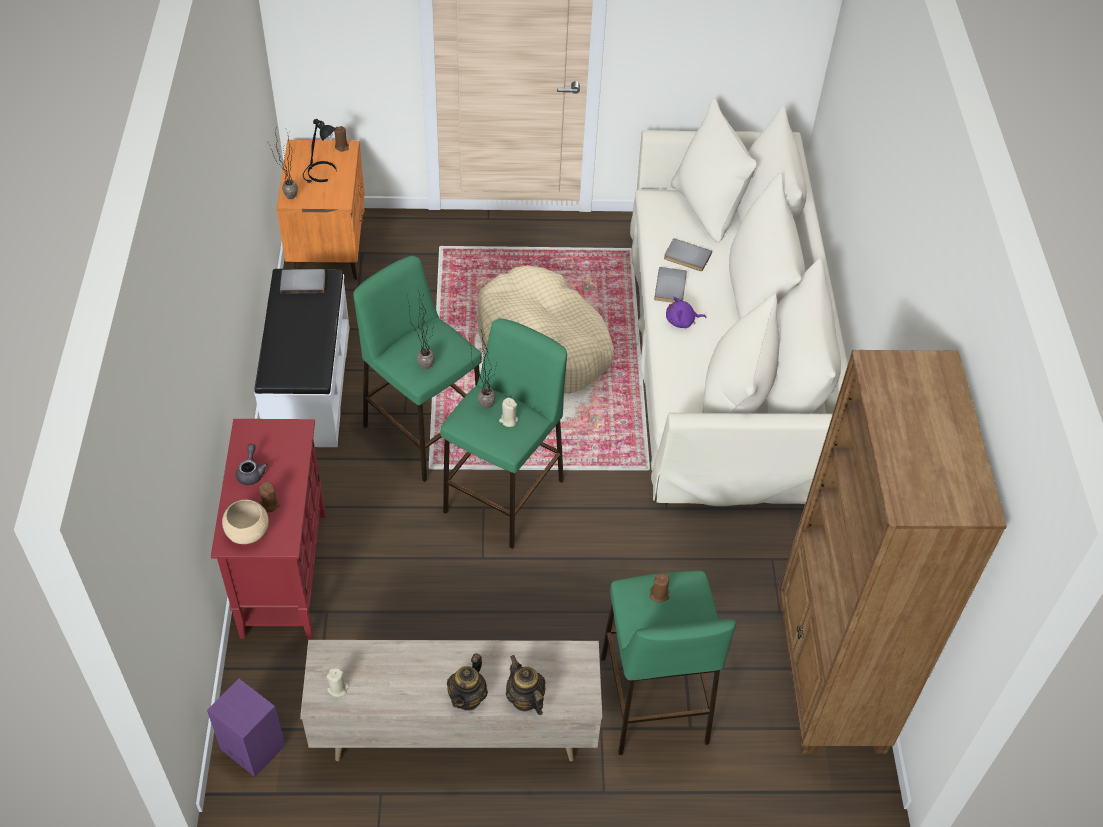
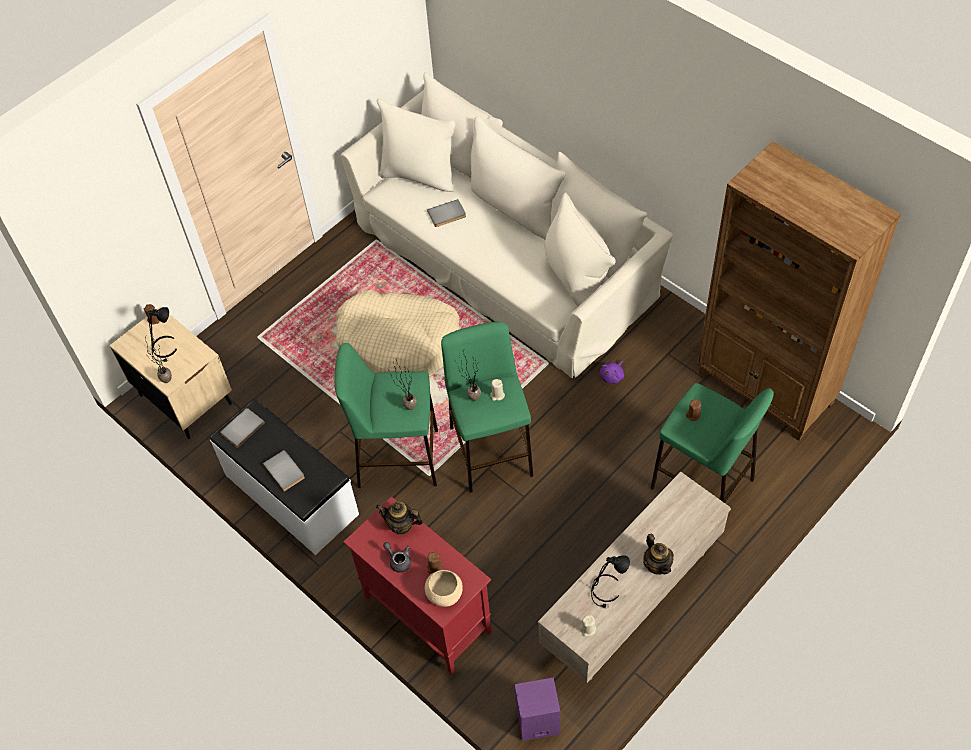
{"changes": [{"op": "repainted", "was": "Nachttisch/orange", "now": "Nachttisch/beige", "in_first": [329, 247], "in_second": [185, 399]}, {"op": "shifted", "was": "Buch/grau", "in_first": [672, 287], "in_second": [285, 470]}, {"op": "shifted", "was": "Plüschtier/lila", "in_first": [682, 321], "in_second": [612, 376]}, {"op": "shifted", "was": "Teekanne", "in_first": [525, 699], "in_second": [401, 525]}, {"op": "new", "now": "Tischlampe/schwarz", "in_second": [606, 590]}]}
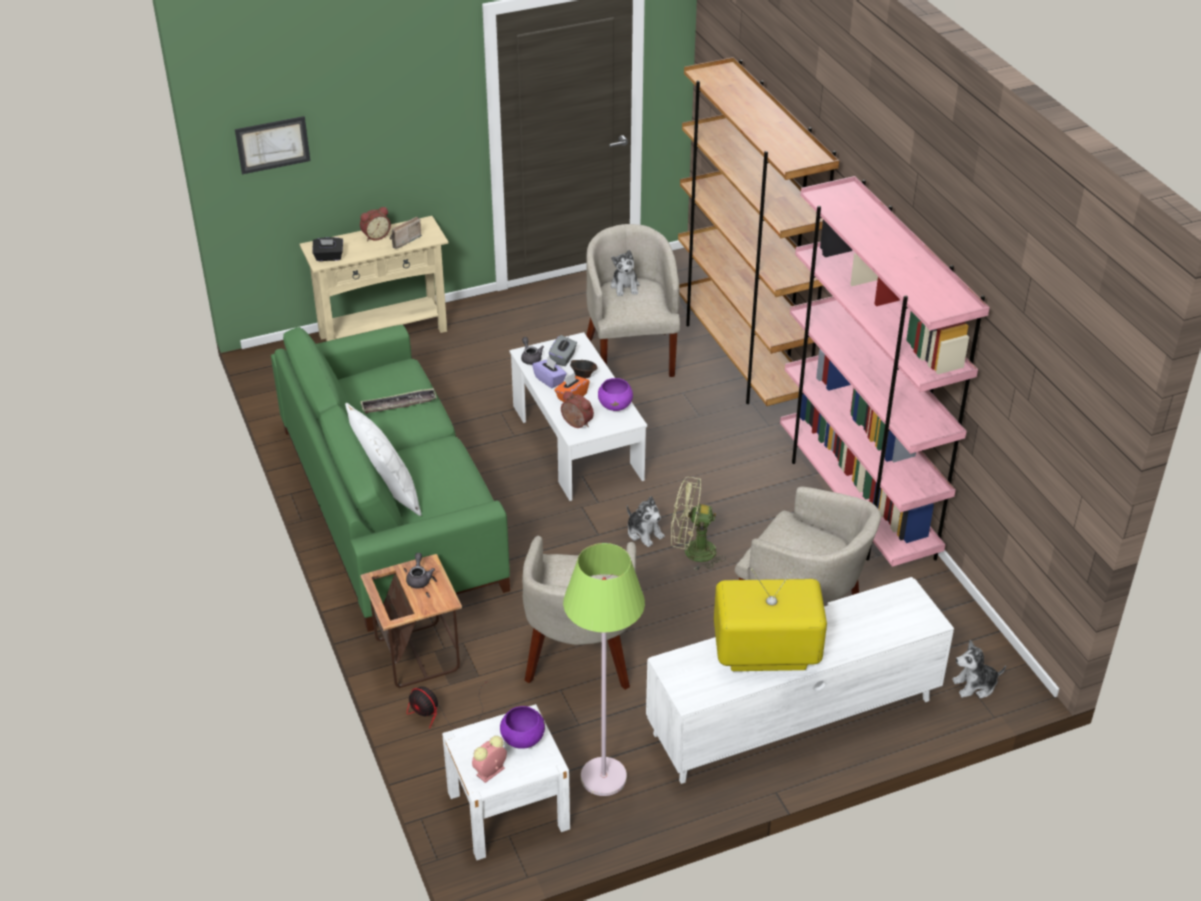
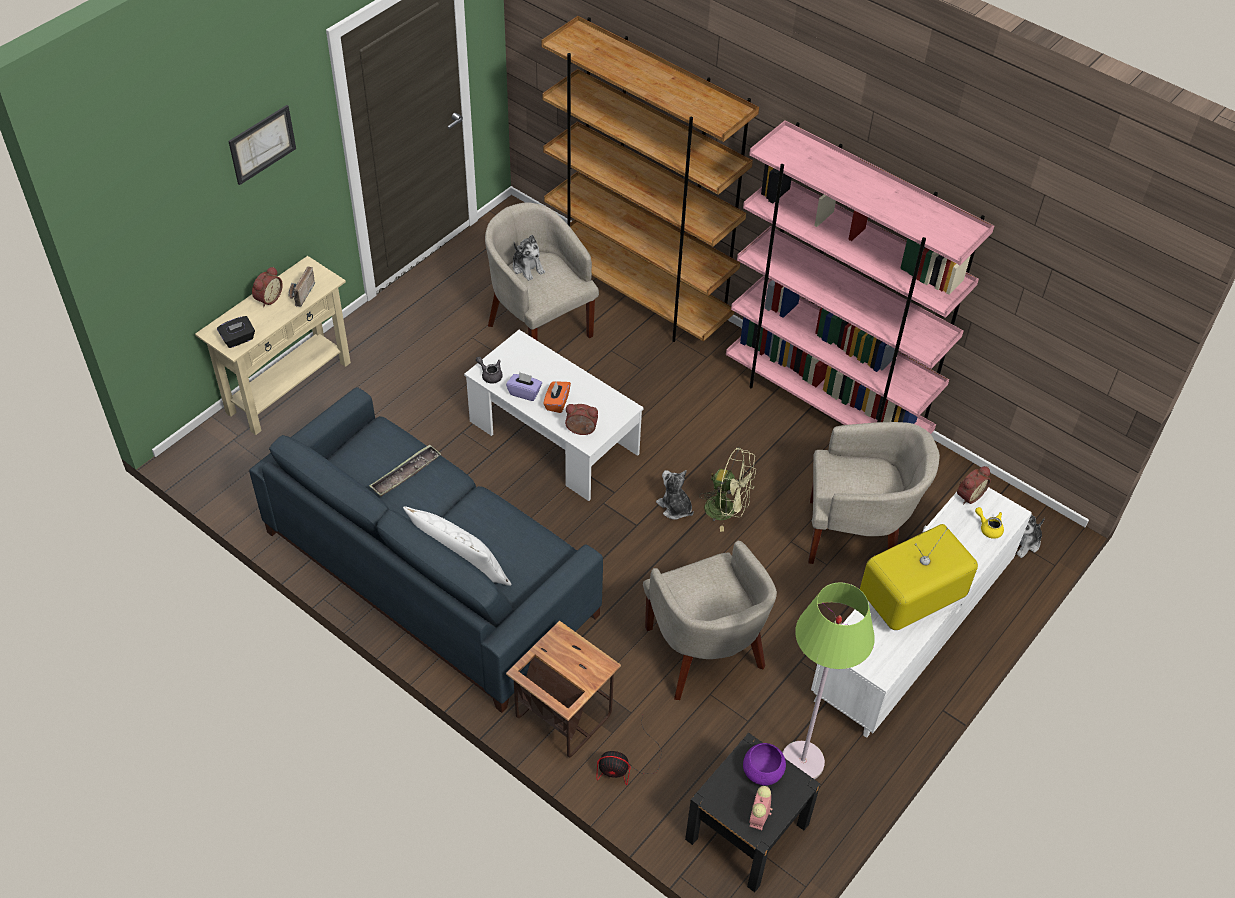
{"changes": [{"op": "shifted", "was": "Bild", "in_first": [272, 144], "in_second": [262, 144]}, {"op": "repainted", "was": "Sofa/grün", "now": "Sofa/blau", "in_first": [392, 505], "in_second": [431, 571]}, {"op": "gone", "was": "Taschentuchbox/grau", "in_first": [563, 358]}, {"op": "gone", "was": "Schüssel/braun", "in_first": [583, 375]}, {"op": "gone", "was": "Schüssel/lila", "in_first": [615, 405]}, {"op": "rotated", "was": "Ventilator/grün", "in_first": [692, 552], "in_second": [727, 510], "clockwise": -135}, {"op": "rotated", "was": "Plüschtier", "in_first": [644, 533], "in_second": [675, 507], "clockwise": -150}, {"op": "gone", "was": "Teekanne/grau", "in_first": [419, 578]}, {"op": "repainted", "was": "Nachttisch/weiß", "now": "Nachttisch/schwarz", "in_first": [508, 810], "in_second": [747, 831]}, {"op": "new", "now": "Wecker", "in_second": [968, 495]}, {"op": "new", "now": "Teekanne/gelb", "in_second": [988, 528]}]}
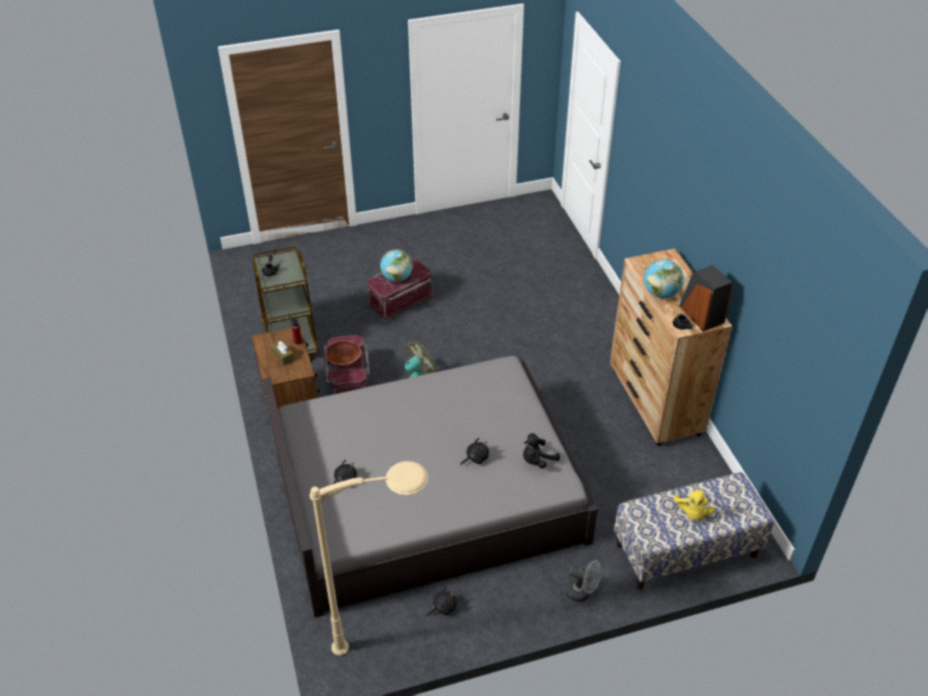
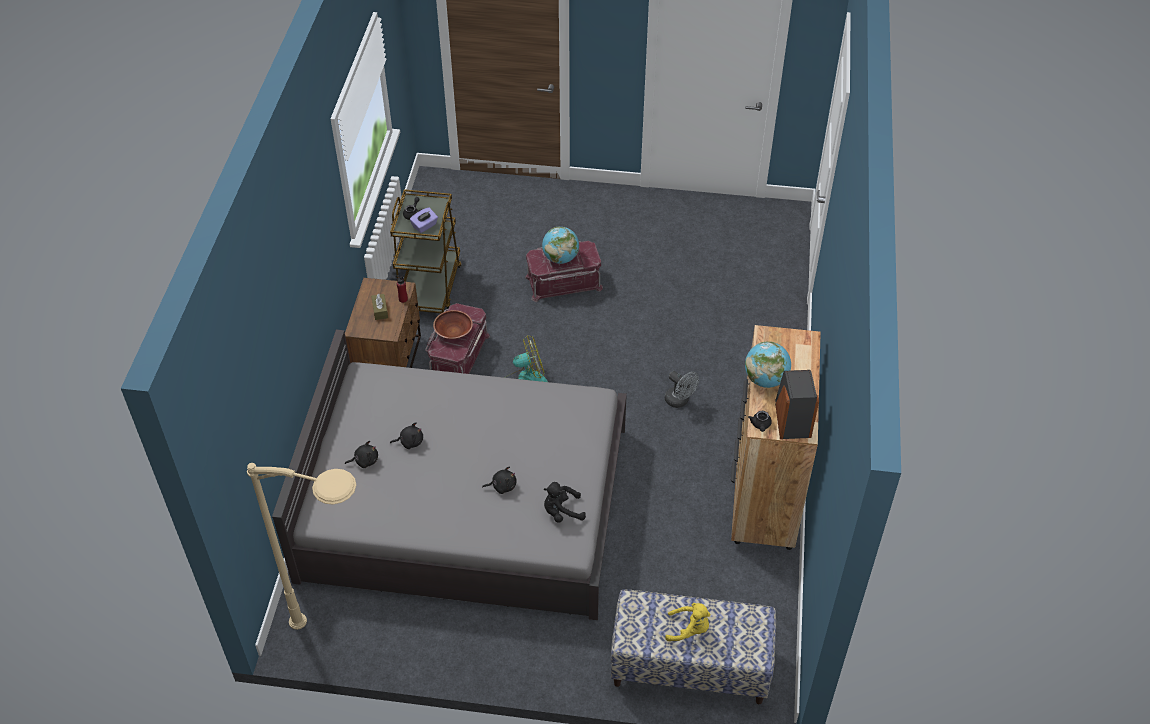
{"changes": [{"op": "rotated", "was": "Plüschtier/gelb", "in_first": [692, 513], "in_second": [689, 629], "clockwise": -105}, {"op": "shifted", "was": "Ventilator/grau", "in_first": [582, 592], "in_second": [680, 401]}, {"op": "shifted", "was": "Plüschtier/schwarz", "in_first": [443, 607], "in_second": [410, 442]}, {"op": "new", "now": "Taschentuchbox/lila", "in_second": [425, 226]}]}
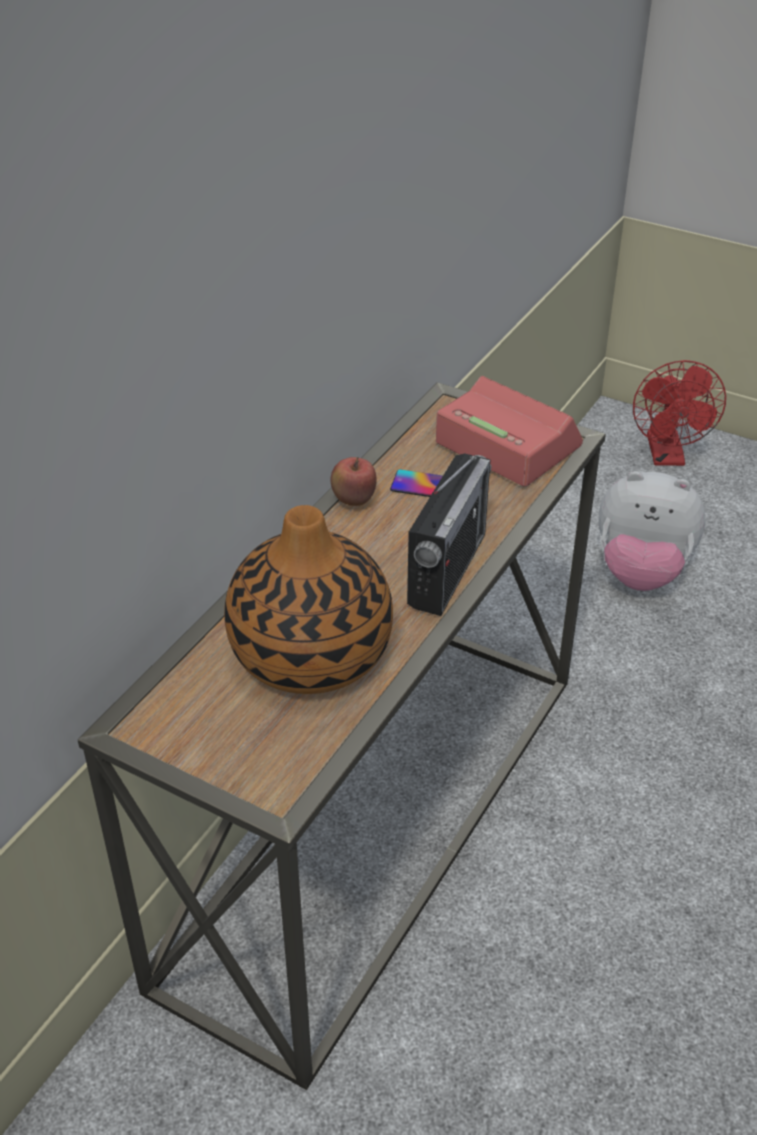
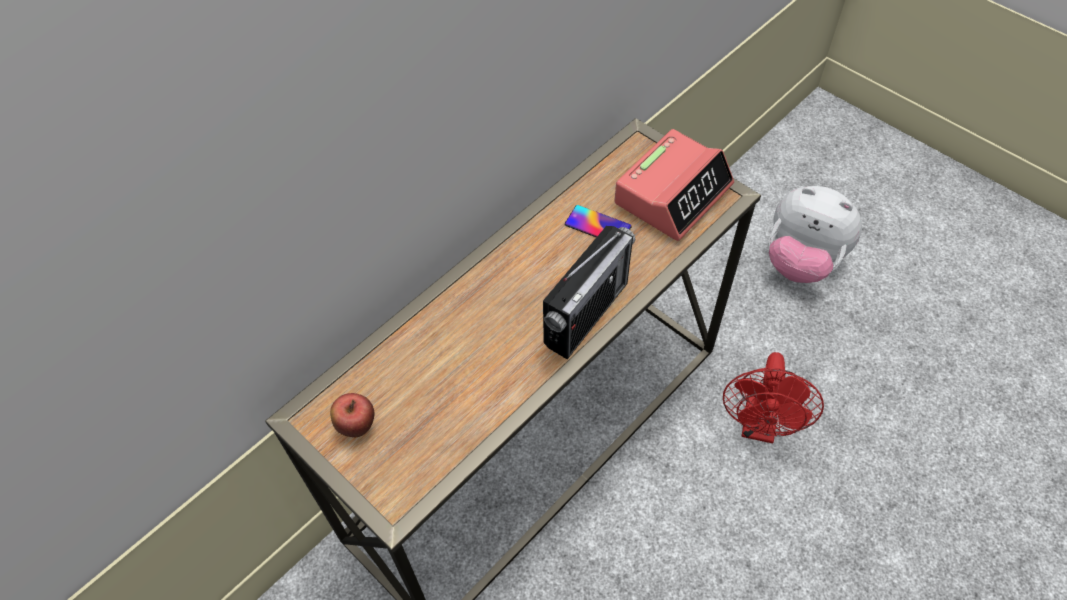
{"changes": [{"op": "shifted", "was": "Ventilator/rot", "in_first": [667, 457], "in_second": [759, 426]}, {"op": "rotated", "was": "Wecker", "in_first": [506, 445], "in_second": [673, 194], "clockwise": 75}, {"op": "shifted", "was": "Apfel", "in_first": [353, 501], "in_second": [356, 425]}, {"op": "gone", "was": "Vase", "in_first": [311, 654]}]}
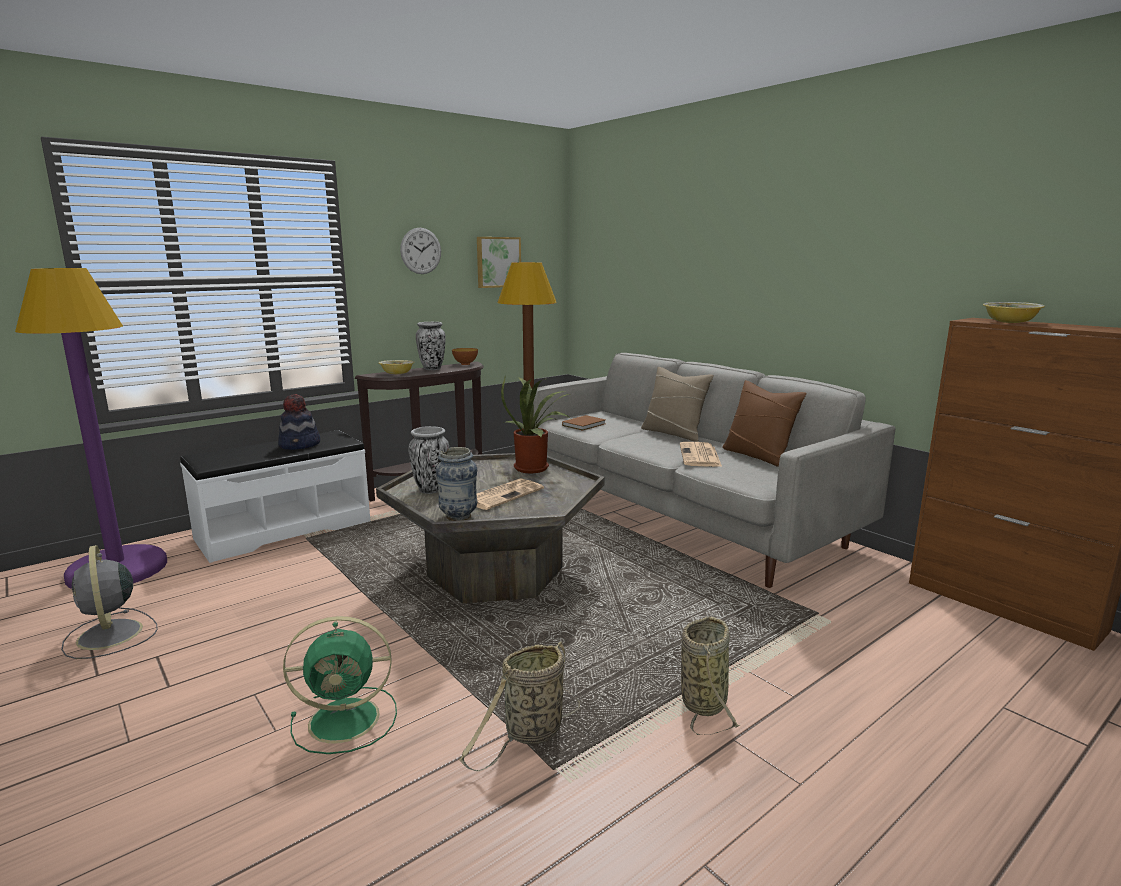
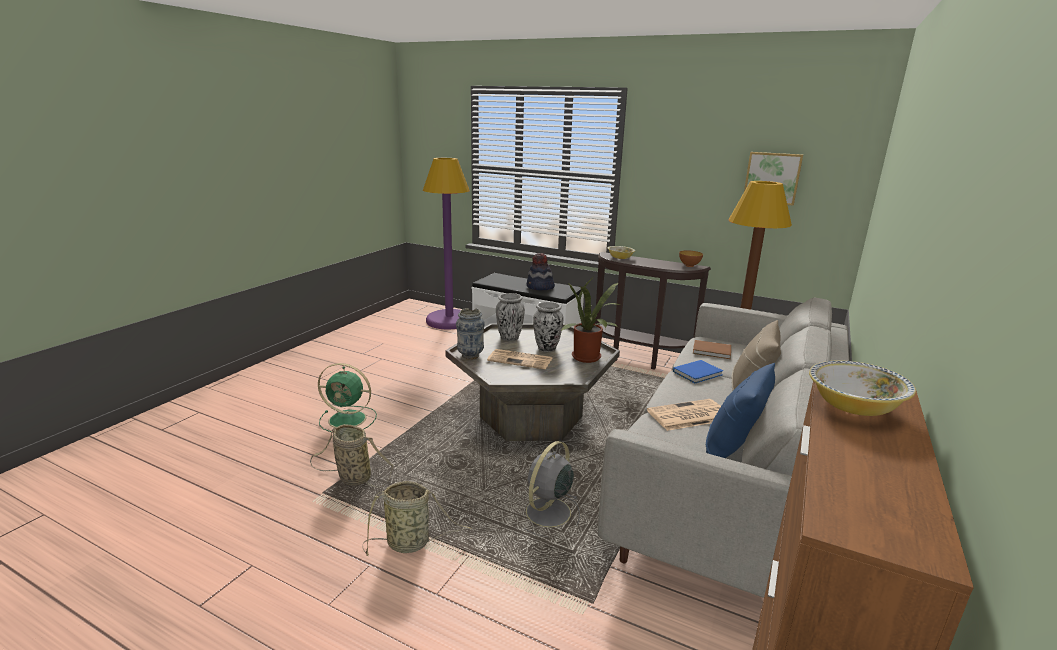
{"changes": [{"op": "gone", "was": "Wanduhr", "in_first": [421, 251]}, {"op": "shifted", "was": "Vase", "in_first": [432, 368], "in_second": [547, 348]}, {"op": "repainted", "was": "Kissen/braun", "now": "Kissen/blau", "in_first": [758, 456], "in_second": [732, 448]}, {"op": "shifted", "was": "Ventilator/grau", "in_first": [110, 636], "in_second": [547, 514]}, {"op": "rotated", "was": "Ventilator/grün", "in_first": [347, 719], "in_second": [349, 419], "clockwise": -45}, {"op": "new", "now": "Buch/blau", "in_second": [699, 373]}]}
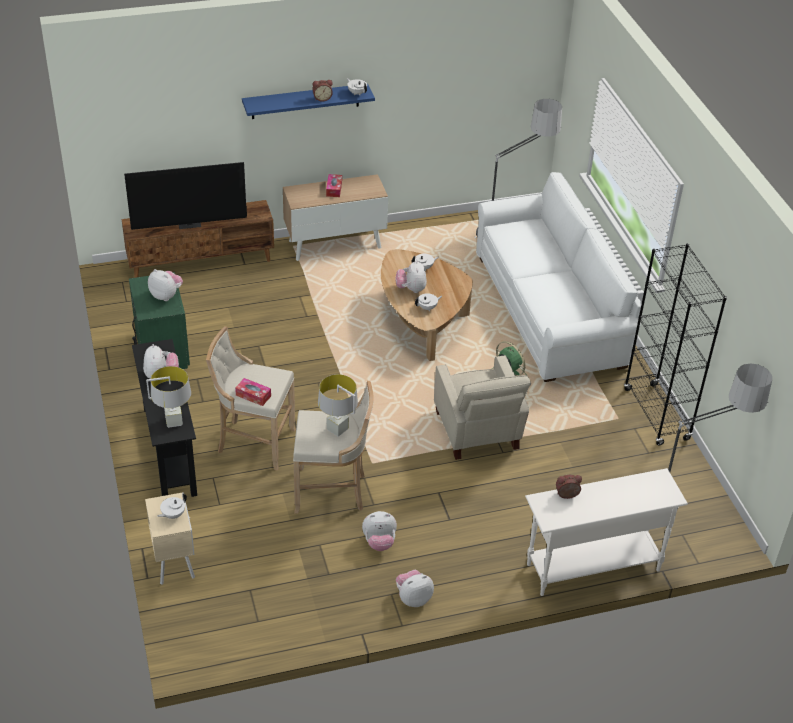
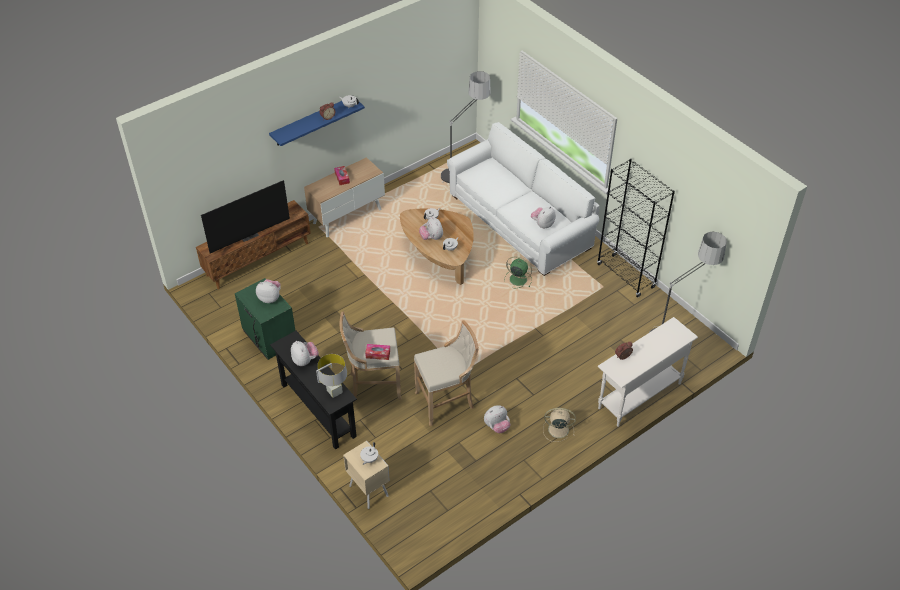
{"changes": [{"op": "gone", "was": "Sessel/beige", "in_first": [477, 432]}, {"op": "gone", "was": "Tischlampe/grau", "in_first": [337, 430]}, {"op": "shifted", "was": "Plüschtier", "in_first": [413, 598], "in_second": [542, 224]}, {"op": "new", "now": "Ventilator/beige", "in_second": [557, 429]}]}
